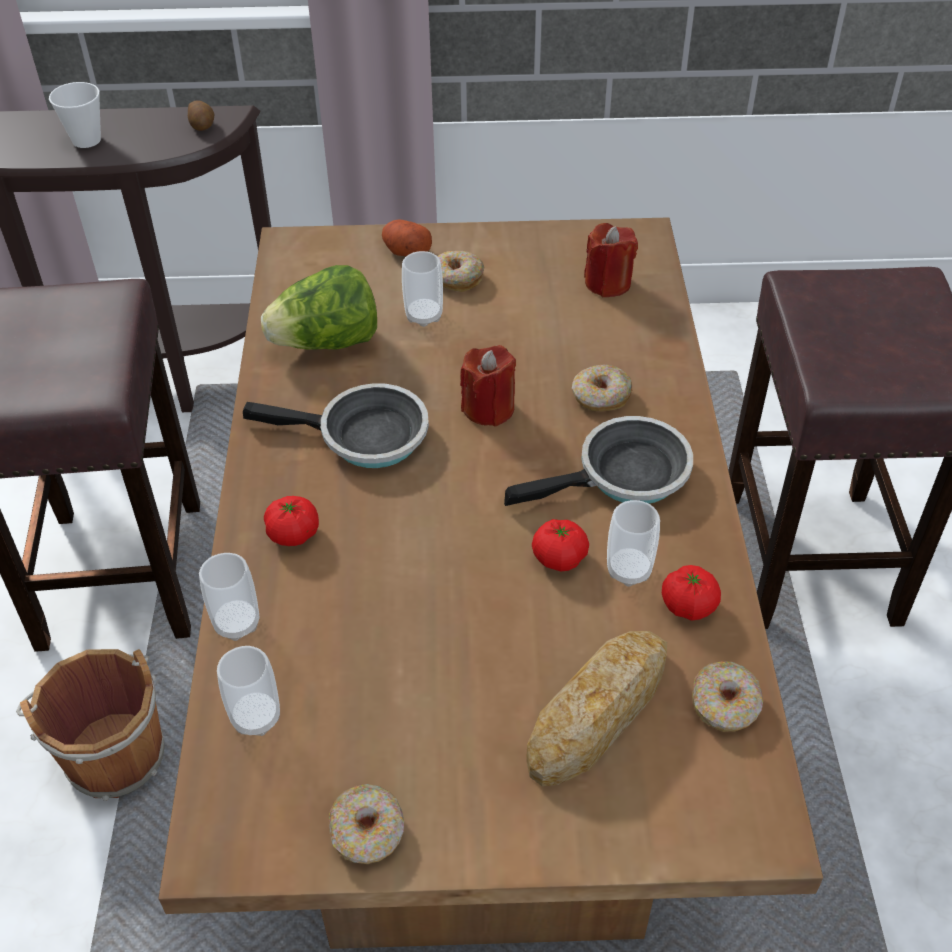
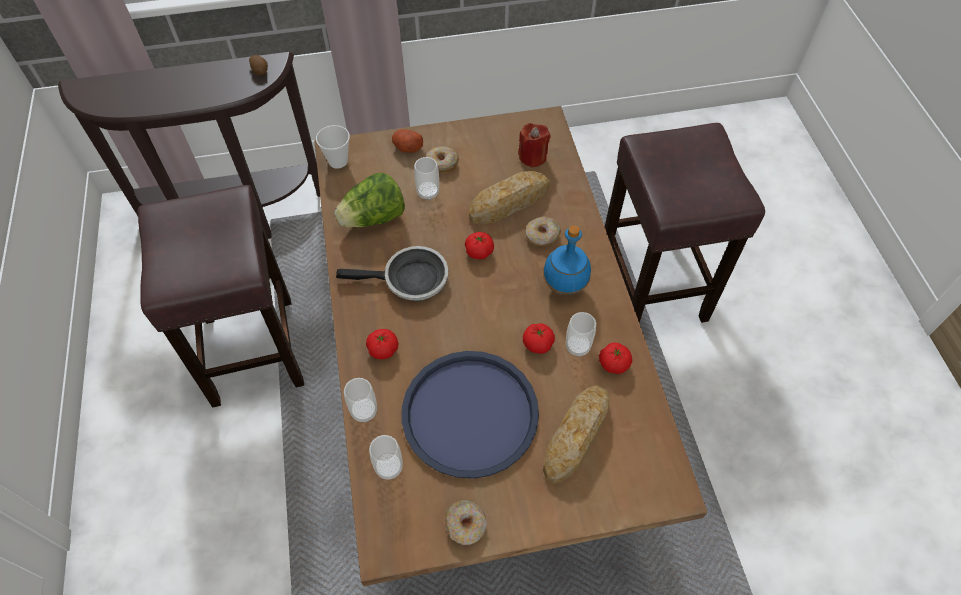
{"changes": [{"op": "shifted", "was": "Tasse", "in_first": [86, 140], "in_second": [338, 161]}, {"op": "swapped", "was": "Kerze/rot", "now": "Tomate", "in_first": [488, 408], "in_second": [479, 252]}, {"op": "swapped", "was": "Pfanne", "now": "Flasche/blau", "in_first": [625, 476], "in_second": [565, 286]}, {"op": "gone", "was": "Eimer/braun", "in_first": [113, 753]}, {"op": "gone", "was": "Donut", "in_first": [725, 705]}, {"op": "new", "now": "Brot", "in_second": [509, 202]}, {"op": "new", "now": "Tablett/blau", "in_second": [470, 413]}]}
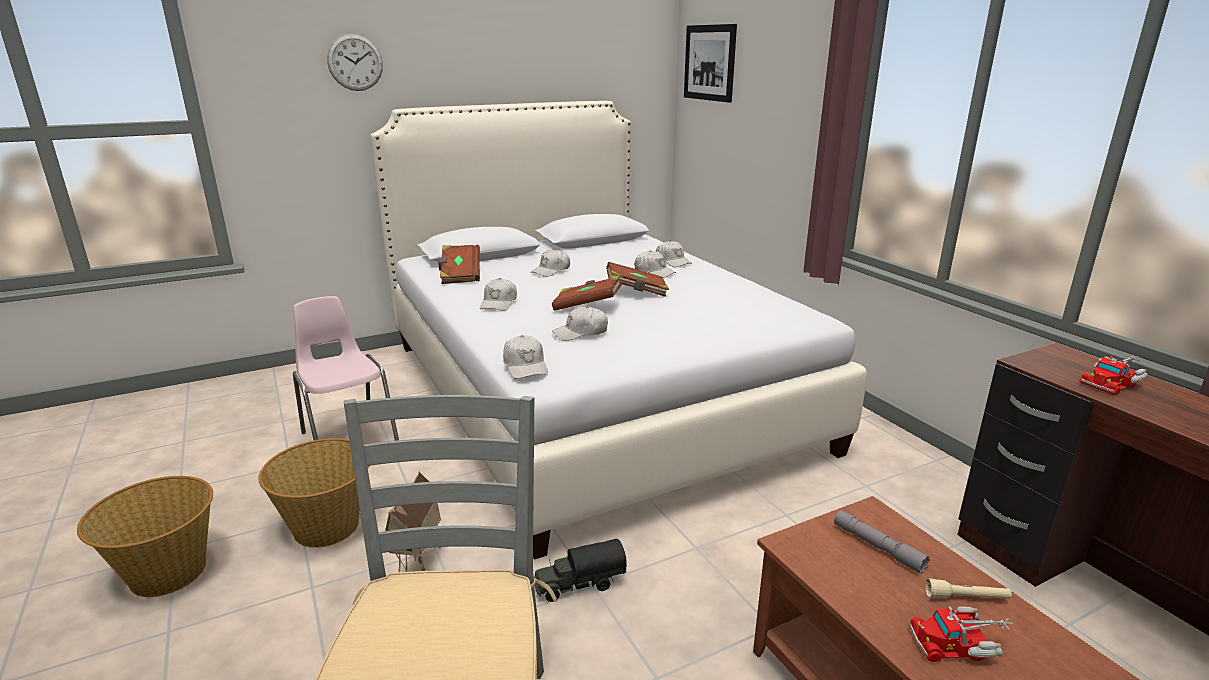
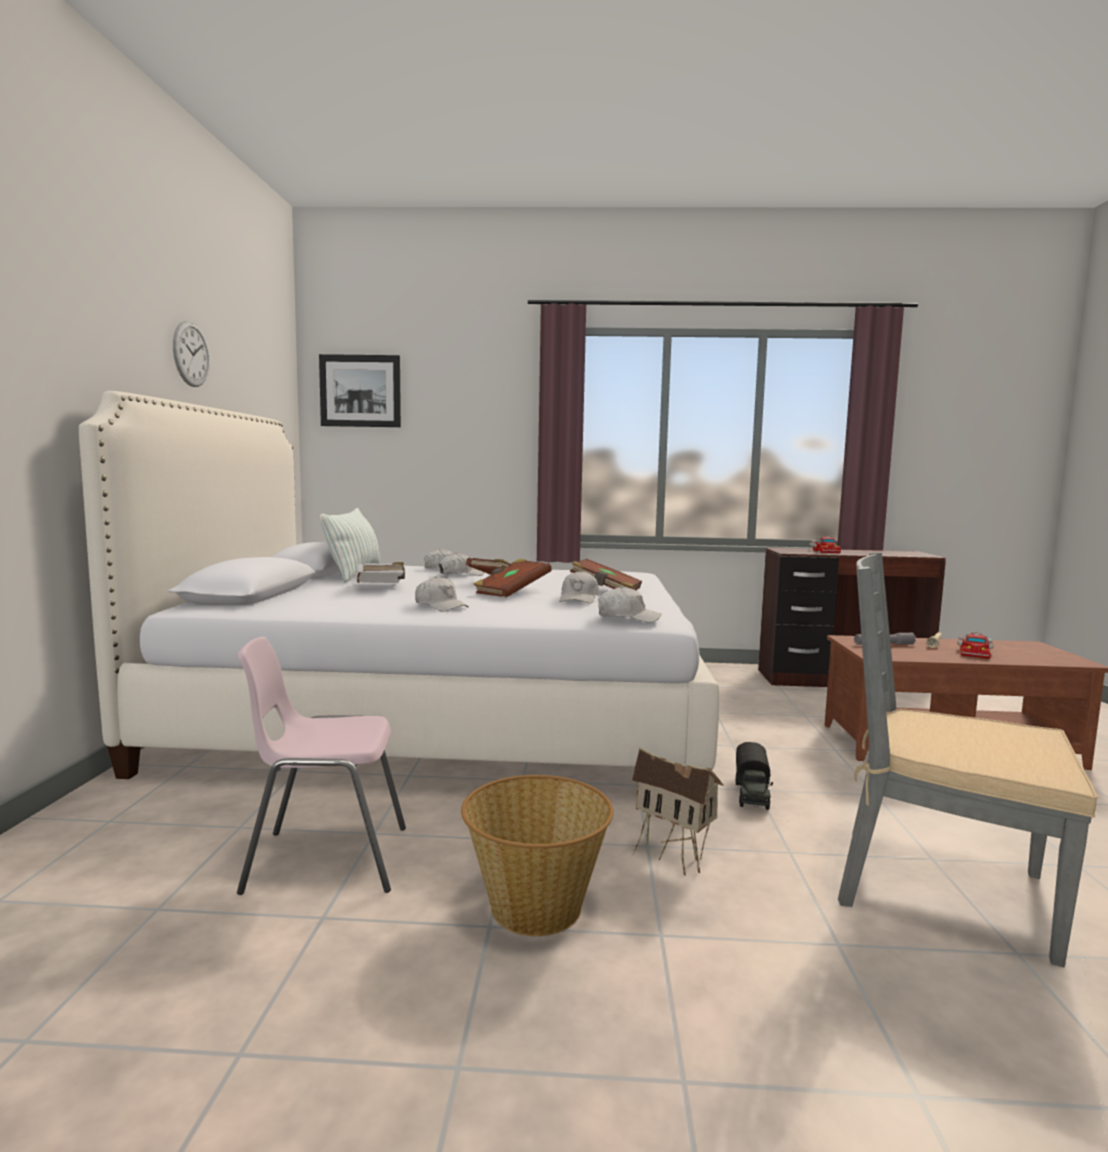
{"changes": [{"op": "shifted", "was": "Wanduhr", "in_first": [355, 62], "in_second": [191, 354]}, {"op": "shifted", "was": "Buch/braun", "in_first": [460, 275], "in_second": [605, 590]}, {"op": "swapped", "was": "Kappe/weiß", "now": "Buch/weiß", "in_first": [551, 271], "in_second": [381, 587]}, {"op": "gone", "was": "Korb", "in_first": [167, 574]}, {"op": "new", "now": "Kissen", "in_second": [354, 573]}]}
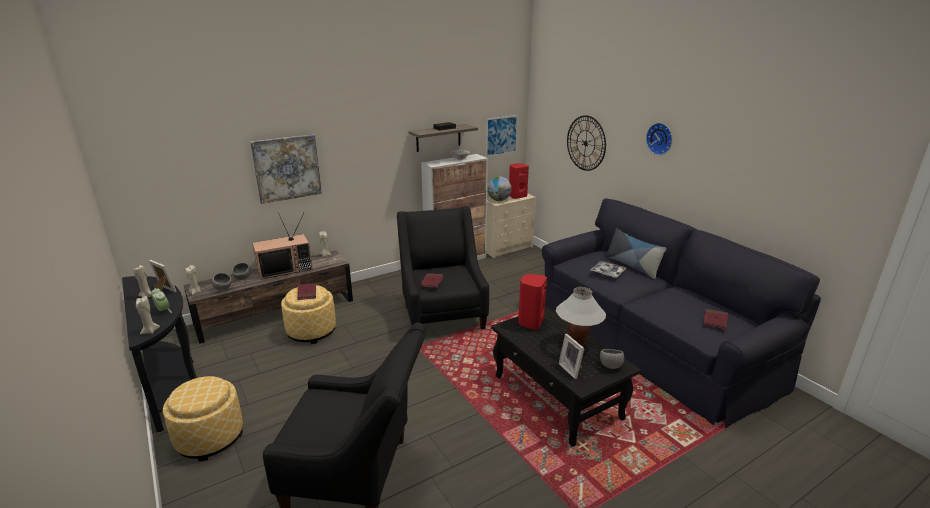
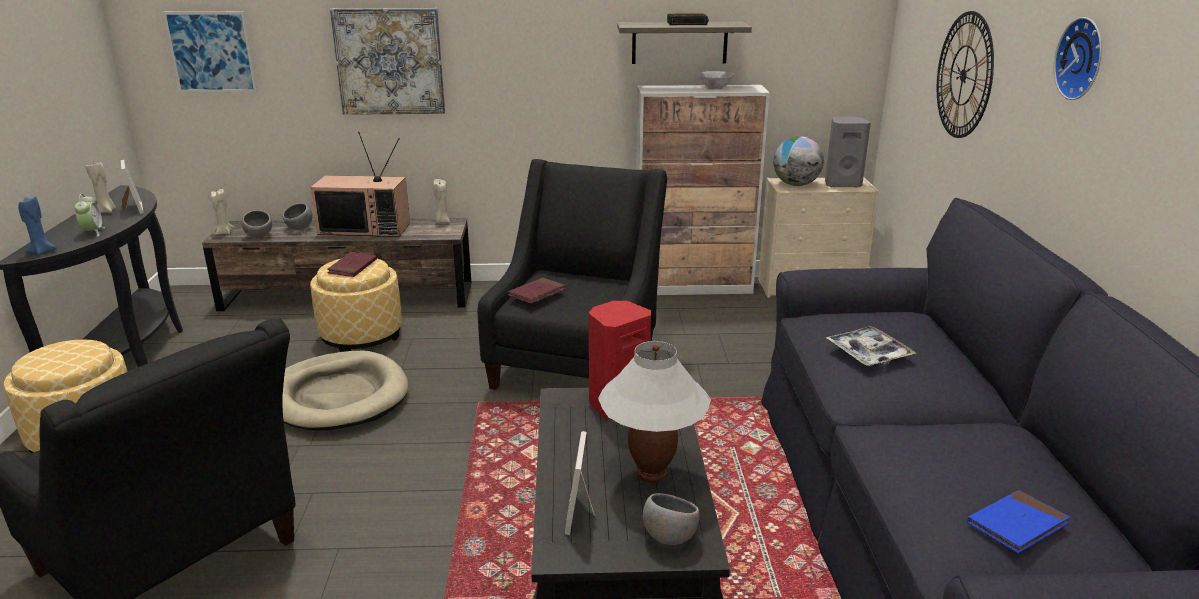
{"changes": [{"op": "shifted", "was": "Bild", "in_first": [501, 135], "in_second": [211, 52]}, {"op": "repainted", "was": "Lautsprecher/rot", "now": "Lautsprecher/grau", "in_first": [517, 196], "in_second": [841, 184]}, {"op": "gone", "was": "Kissen", "in_first": [632, 266]}, {"op": "repainted", "was": "Kerze/beige", "now": "Kerze/blau", "in_first": [150, 331], "in_second": [42, 252]}, {"op": "repainted", "was": "Buch/rot", "now": "Buch/blau", "in_first": [715, 321], "in_second": [1017, 525]}, {"op": "new", "now": "Hundebett/beige", "in_second": [339, 396]}]}
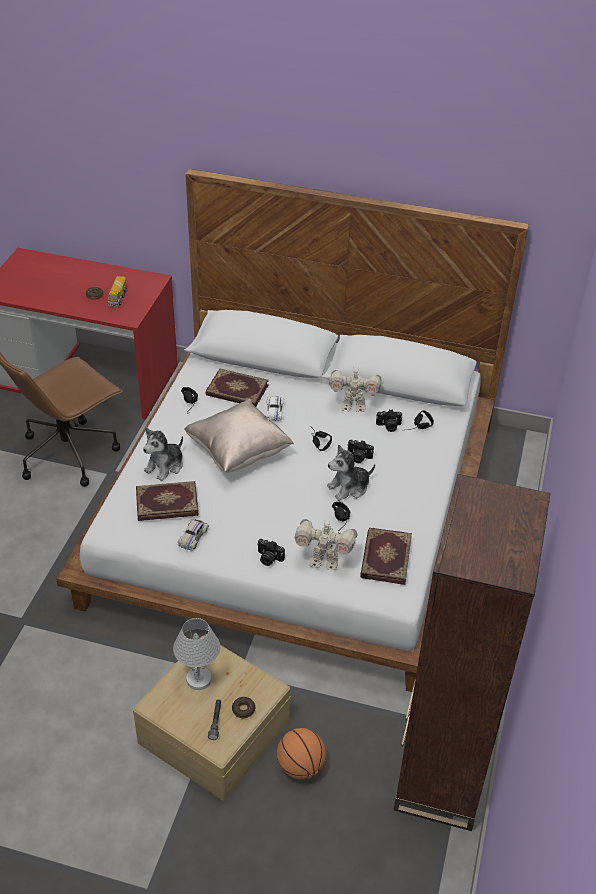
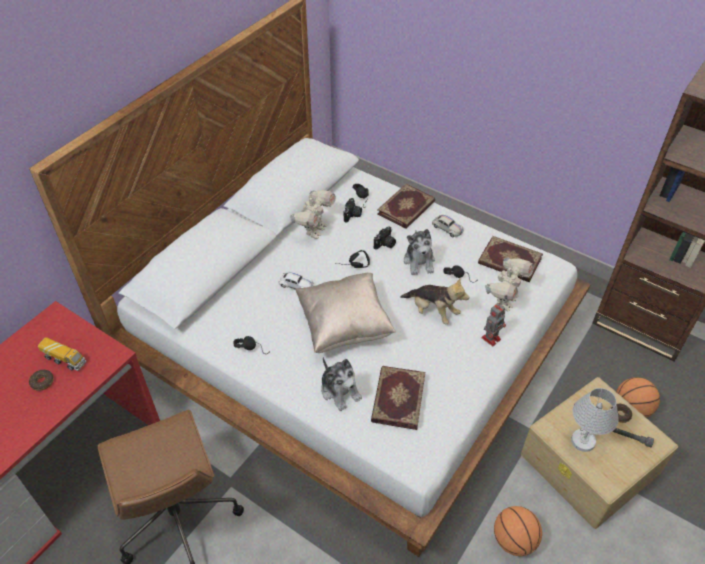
{"changes": [{"op": "shifted", "was": "Buch", "in_first": [237, 391], "in_second": [407, 208]}, {"op": "shifted", "was": "Spielzeugauto/weiß", "in_first": [193, 537], "in_second": [447, 228]}, {"op": "swapped", "was": "Kamera", "now": "Spielzeugroboter", "in_first": [268, 558], "in_second": [491, 338]}, {"op": "new", "now": "Plüschtier", "in_second": [432, 311]}, {"op": "new", "now": "Basketball", "in_second": [513, 540]}]}
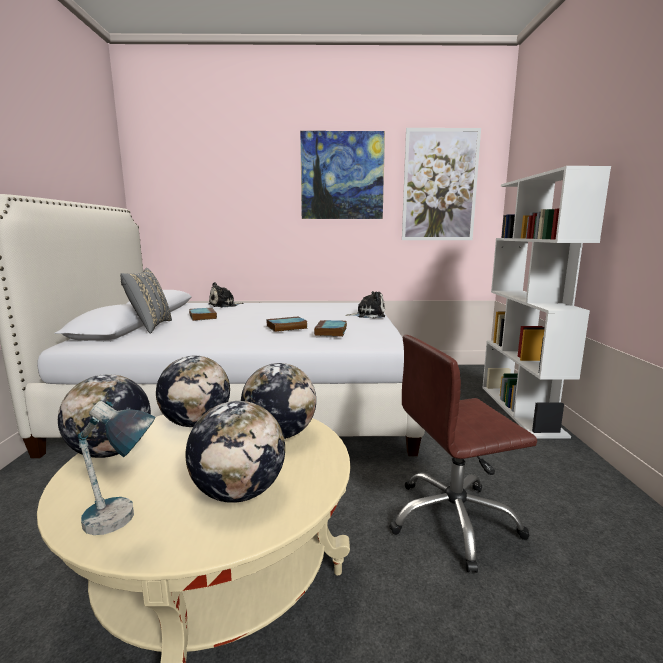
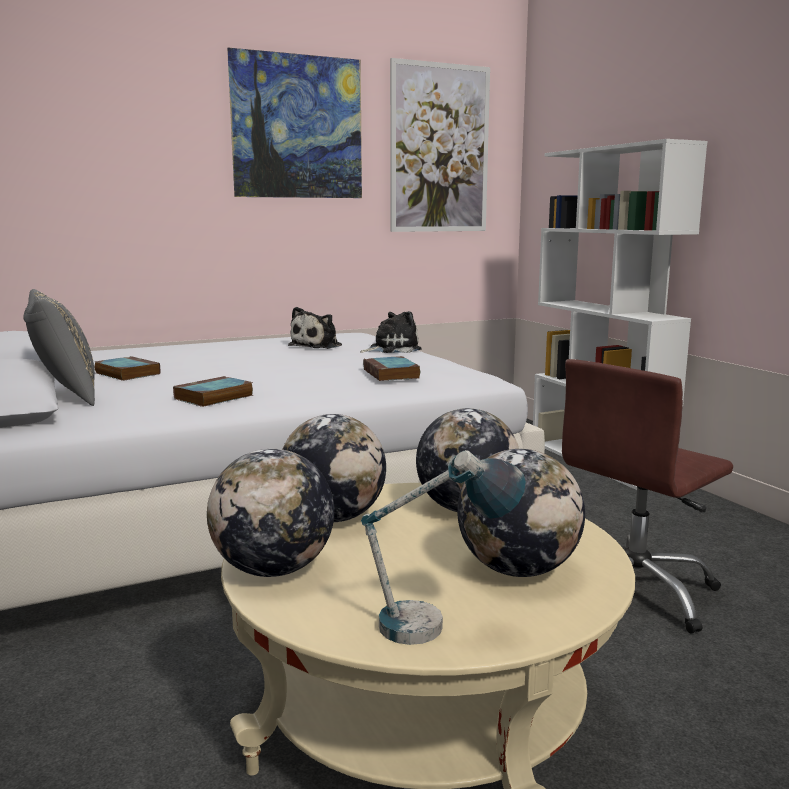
{"changes": [{"op": "shifted", "was": "Plüschtier", "in_first": [224, 305], "in_second": [318, 346]}, {"op": "shifted", "was": "Buch", "in_first": [286, 327], "in_second": [213, 397]}]}
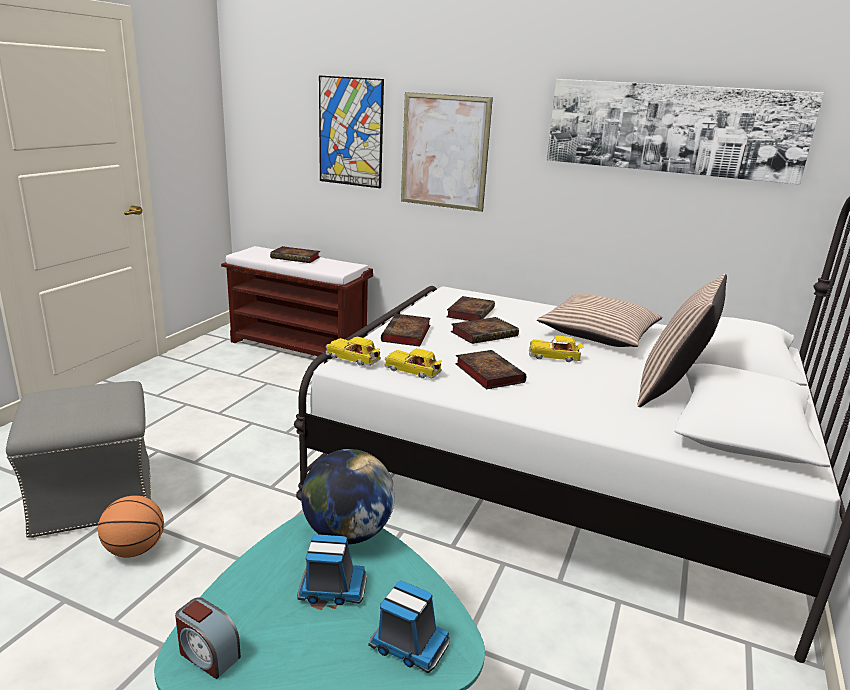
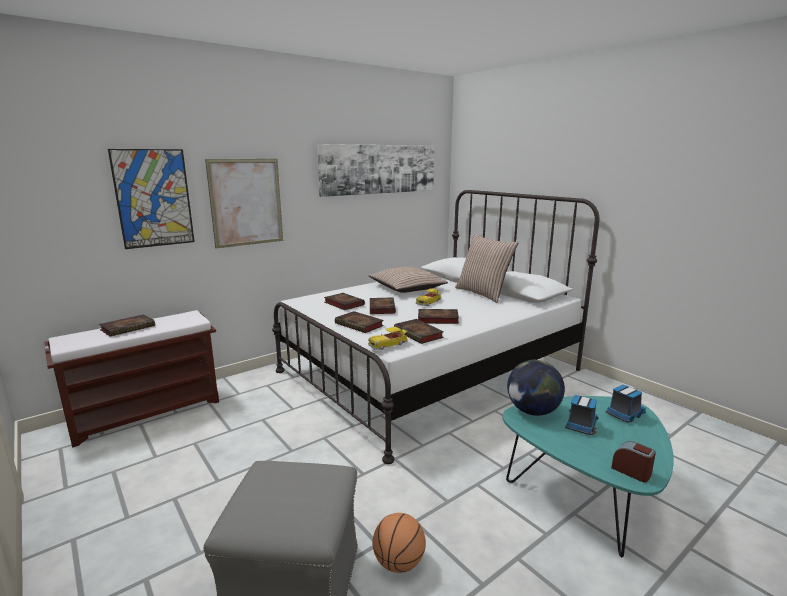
{"changes": [{"op": "swapped", "was": "Spielzeugauto", "now": "Buch", "in_first": [413, 371], "in_second": [419, 334]}, {"op": "rotated", "was": "Wecker", "in_first": [208, 655], "in_second": [631, 471], "clockwise": -105}]}
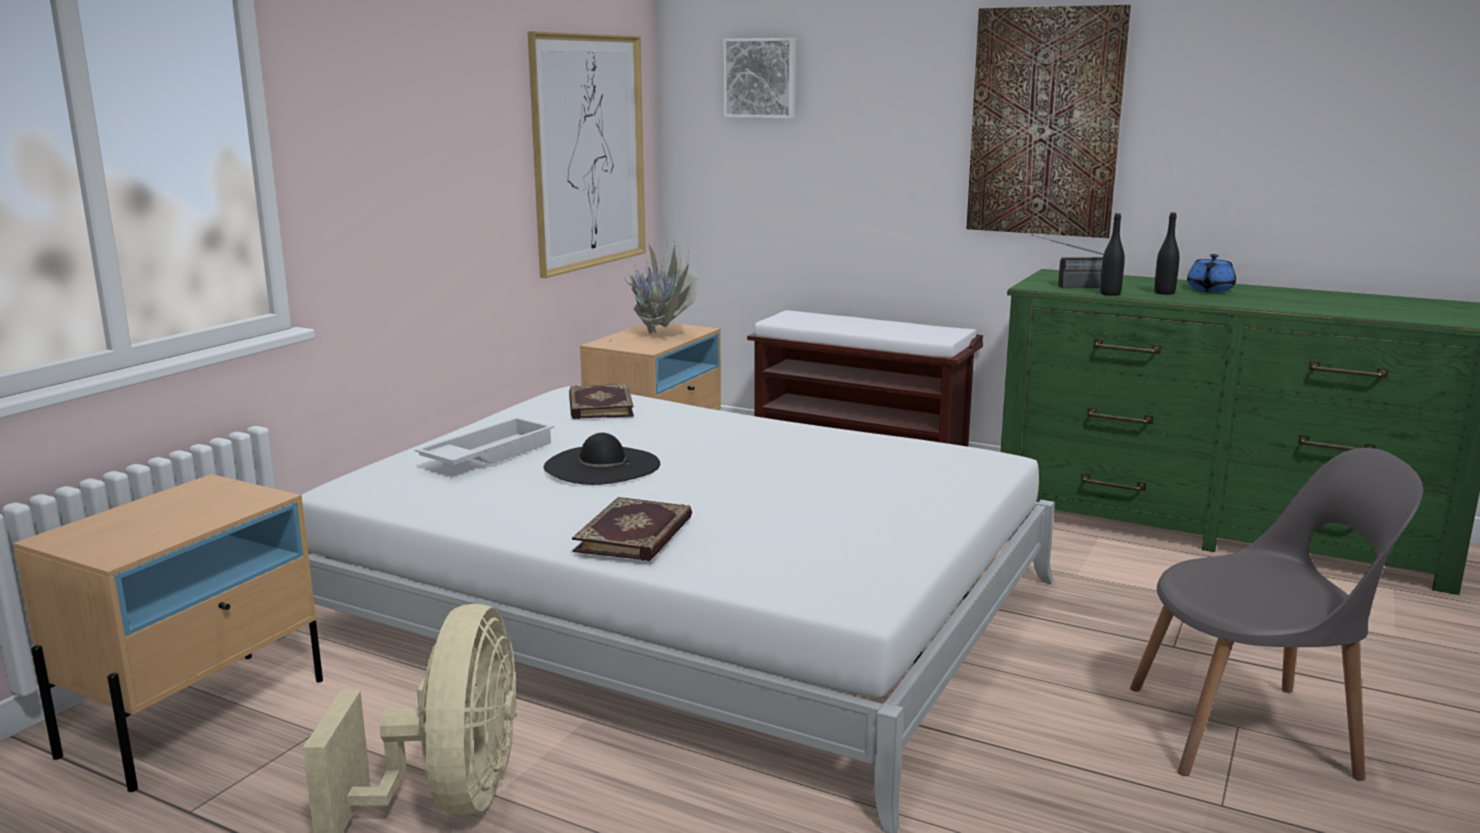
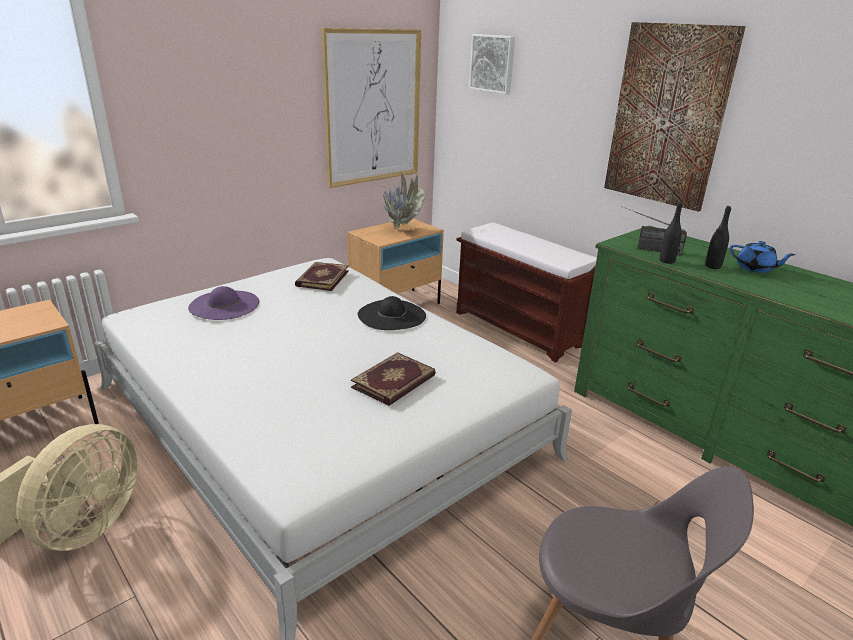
{"changes": [{"op": "rotated", "was": "Teekanne/blau", "in_first": [1209, 290], "in_second": [755, 268], "clockwise": -105}, {"op": "swapped", "was": "Tablett/weiß", "now": "Hut/lila", "in_first": [487, 454], "in_second": [224, 305]}, {"op": "shifted", "was": "Hut/schwarz", "in_first": [602, 465], "in_second": [391, 315]}, {"op": "shifted", "was": "Buch", "in_first": [636, 534], "in_second": [394, 382]}]}
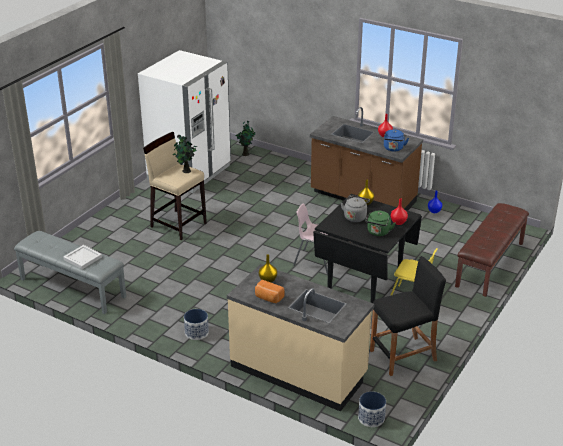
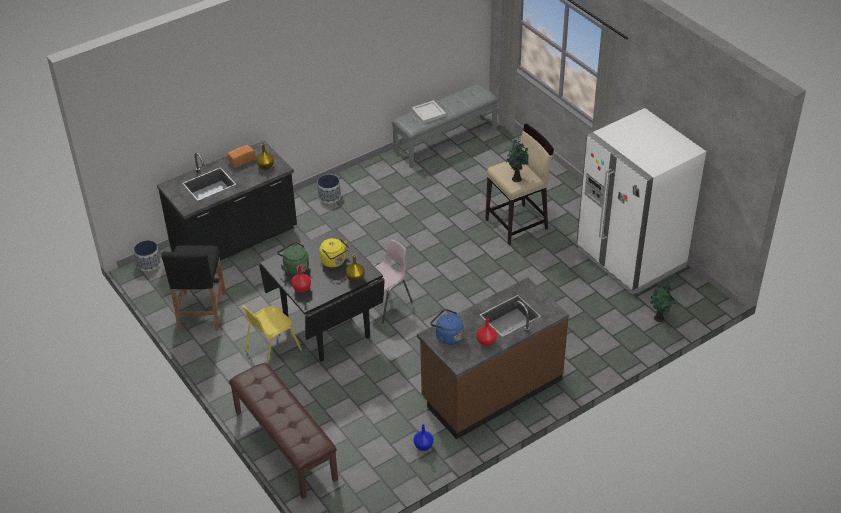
{"changes": [{"op": "repainted", "was": "Wasserkessel/grau", "now": "Wasserkessel/gelb", "in_first": [355, 217], "in_second": [334, 261]}, {"op": "repainted", "was": "Küchenzeile/beige", "now": "Küchenzeile/schwarz", "in_first": [299, 371], "in_second": [235, 241]}]}
